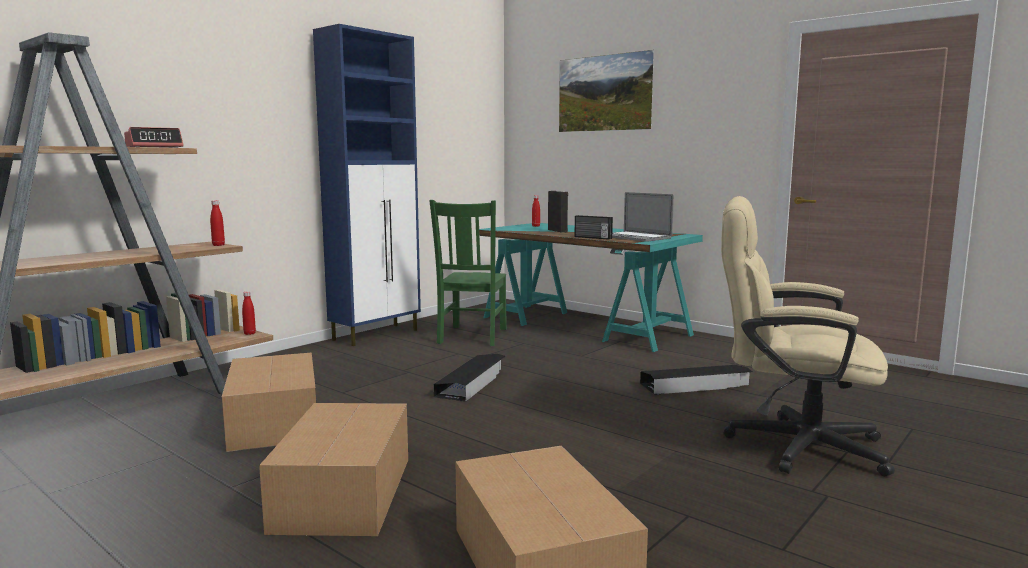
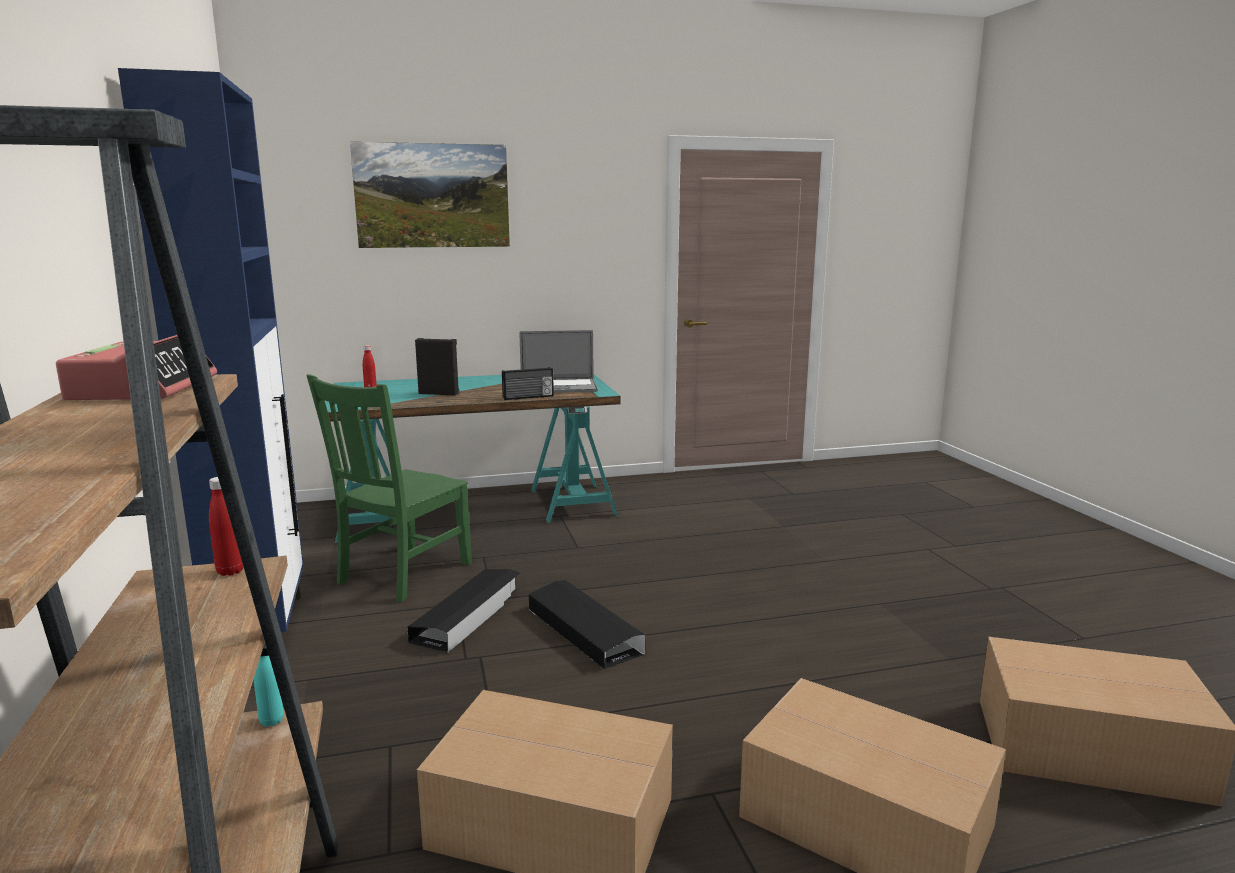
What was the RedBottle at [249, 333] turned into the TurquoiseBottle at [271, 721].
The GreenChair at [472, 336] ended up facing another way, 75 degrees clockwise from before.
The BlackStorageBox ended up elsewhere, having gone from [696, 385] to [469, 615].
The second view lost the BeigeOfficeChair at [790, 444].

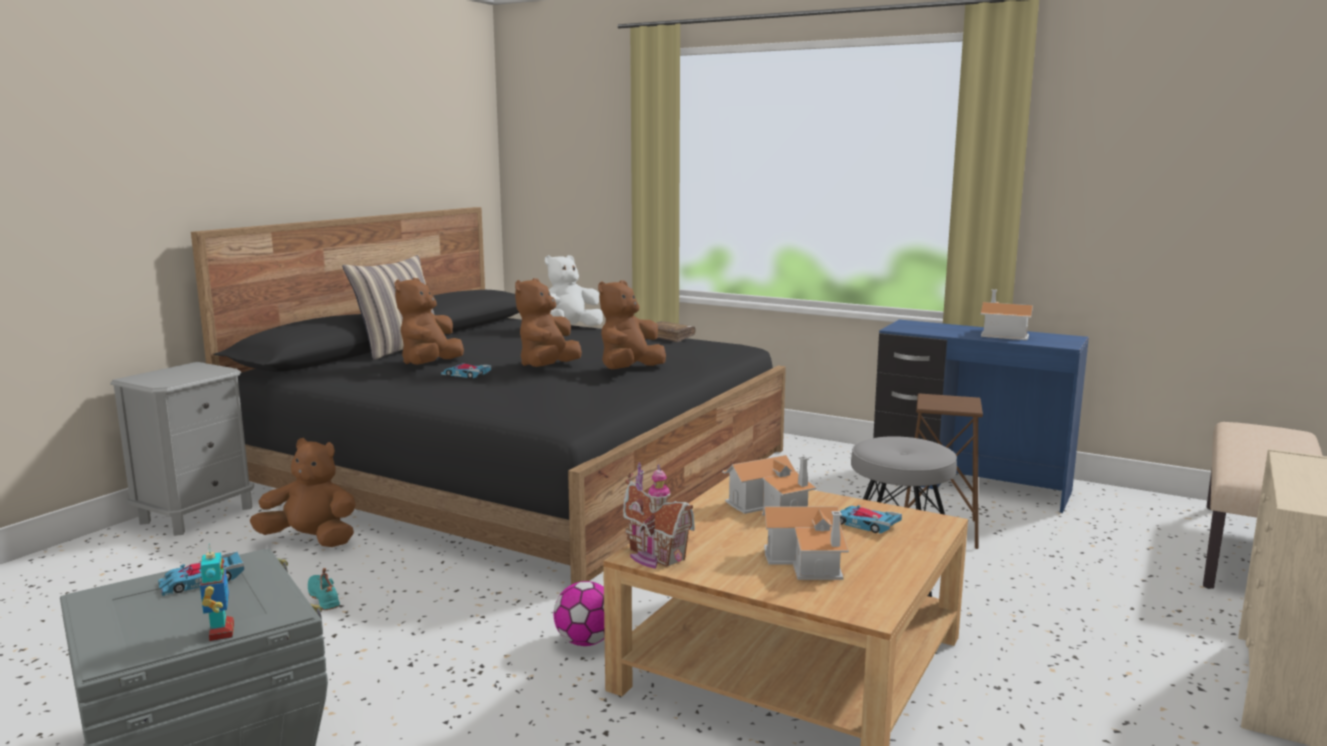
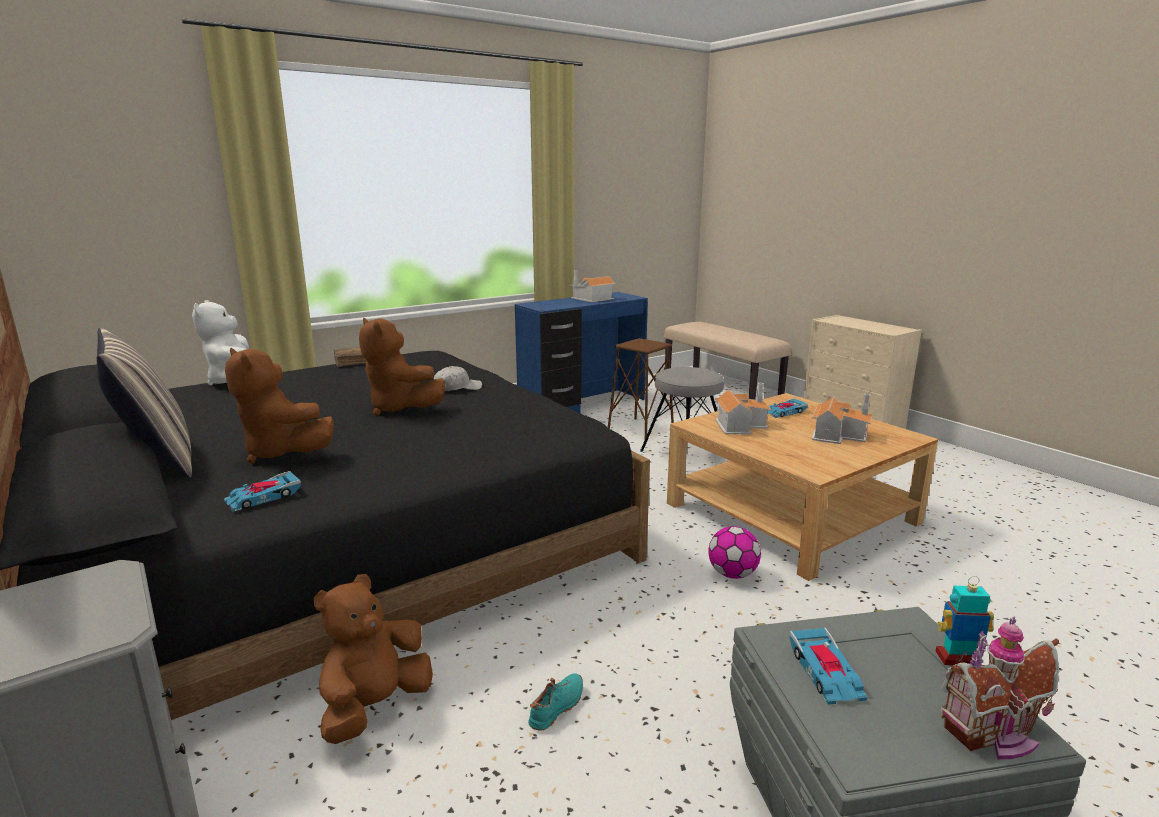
The ToyCar ended up elsewhere, having gone from [466, 375] to [263, 497].
Where the BrownPlushToy stood at [629, 370], the WhiteCap came to stand at [457, 388].
The TurquoiseShoe at [325, 598] ended up facing another way, 135 degrees clockwise from before.
The ToyHouse ended up elsewhere, having gone from [654, 557] to [995, 735].

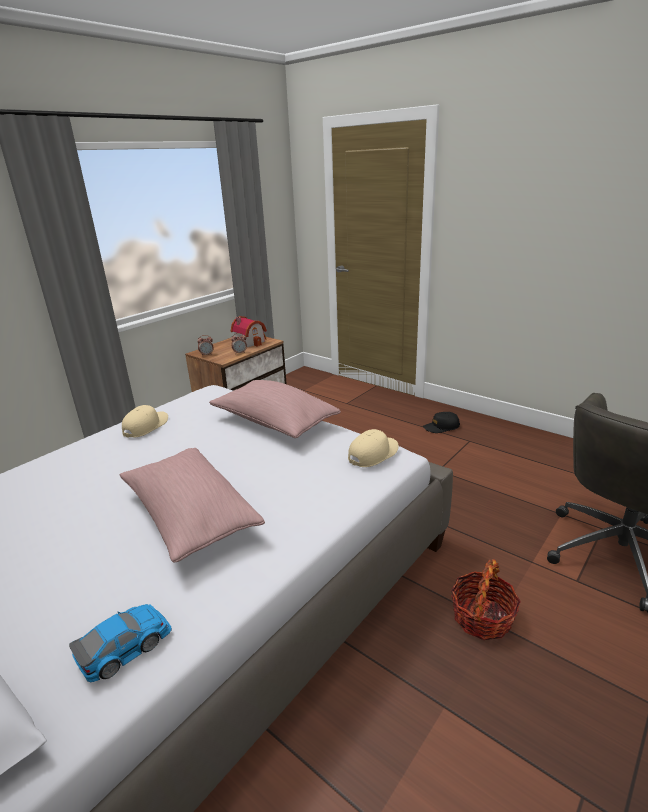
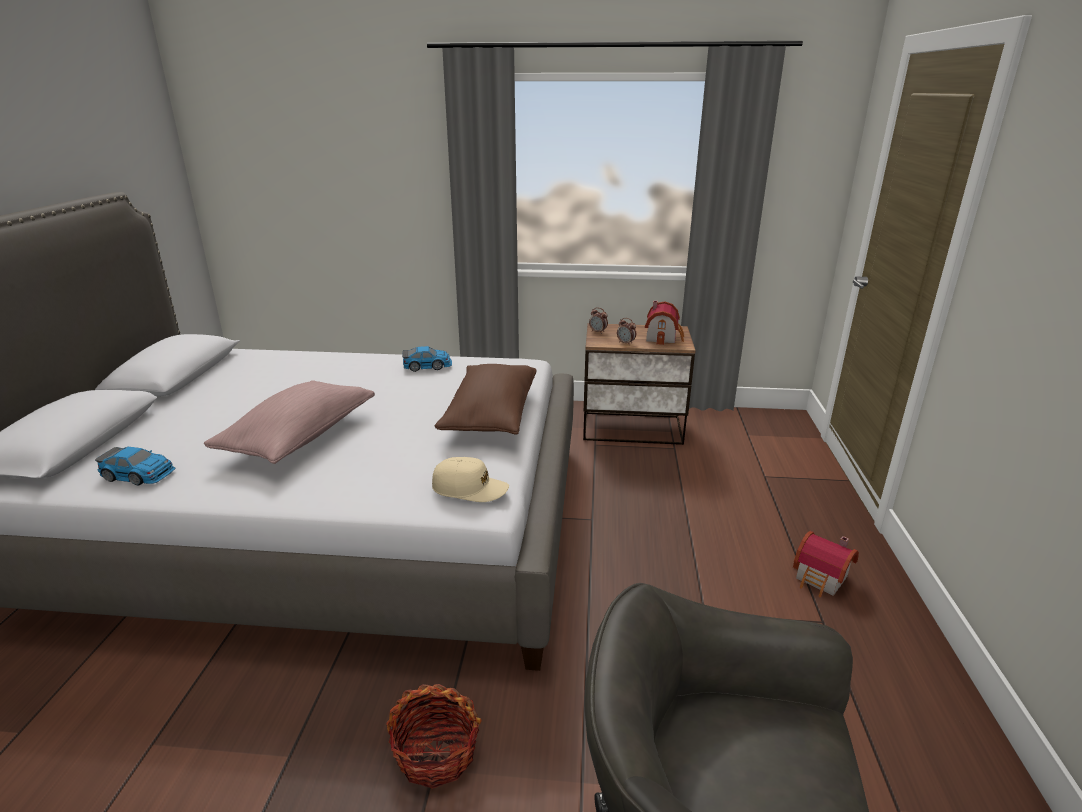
Where the BeigeCap stood at [146, 426], the ToyCar came to stand at [428, 366].
What was the PinkPillow at [274, 423] turned into the BrownPillow at [491, 415].
Where the BlackCap stood at [441, 427], the ToyHouse came to stand at [821, 579].

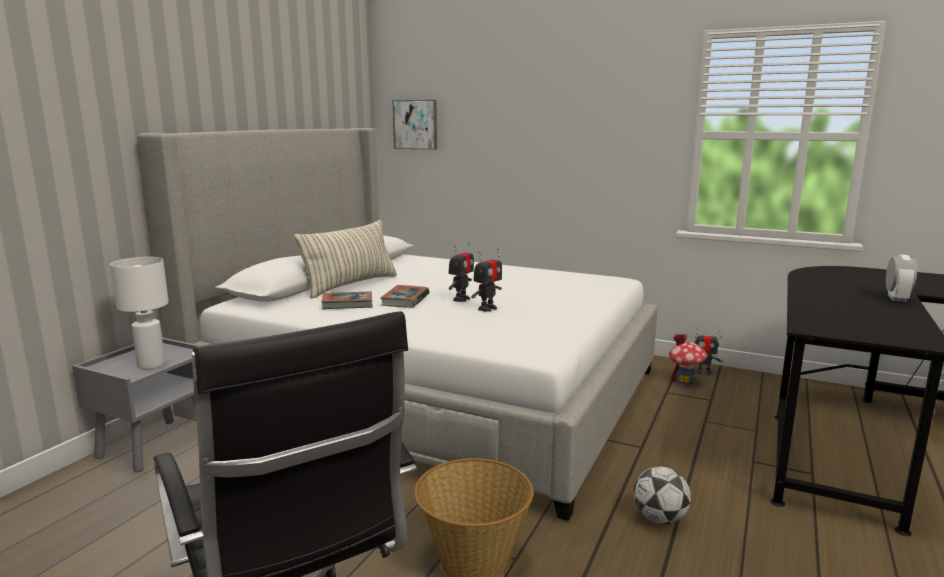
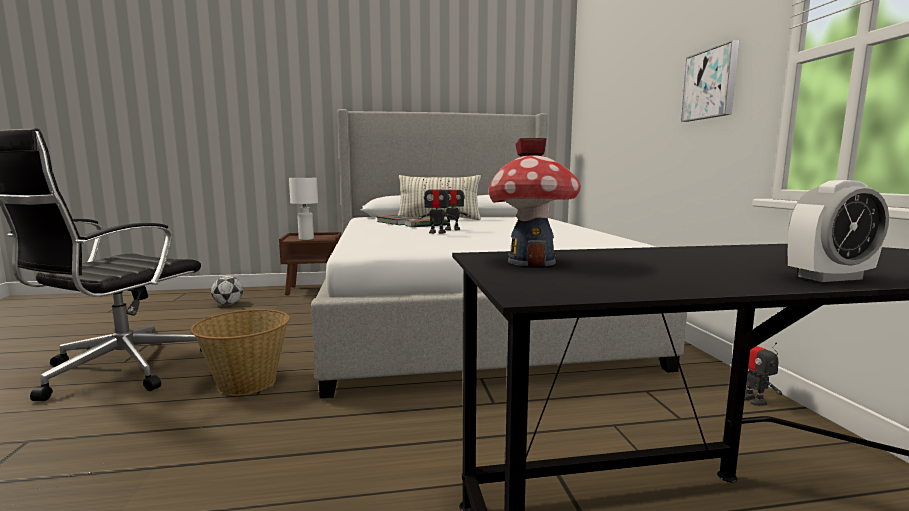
The Football ended up elsewhere, having gone from [659, 518] to [228, 304].
What was the GreyNightstand at [156, 444] turned into the BrownNightstand at [315, 290].
The ToyHouse ended up elsewhere, having gone from [685, 382] to [531, 261].
The Picture ended up elsewhere, having gone from [416, 124] to [711, 84].

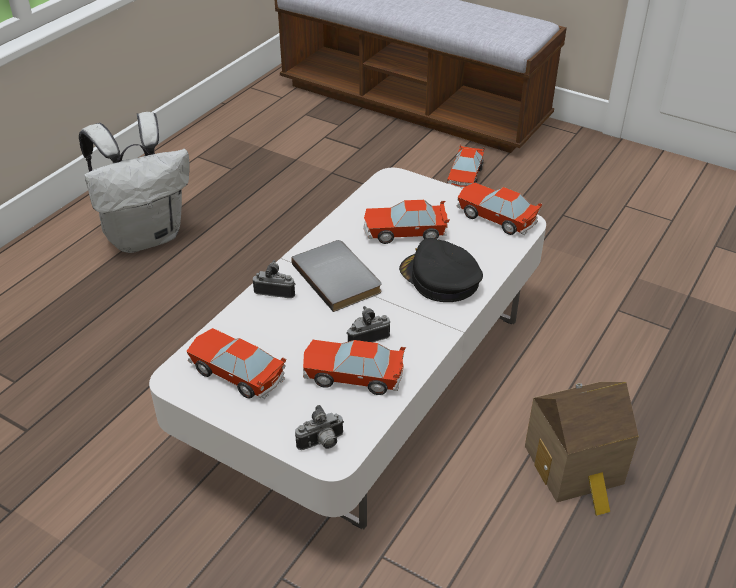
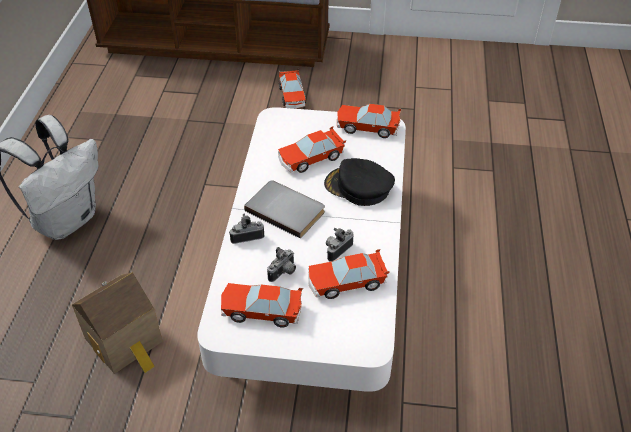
The ToyHouse ended up elsewhere, having gone from [576, 468] to [126, 342].
The PhotoCamera ended up elsewhere, having gone from [322, 443] to [283, 273].

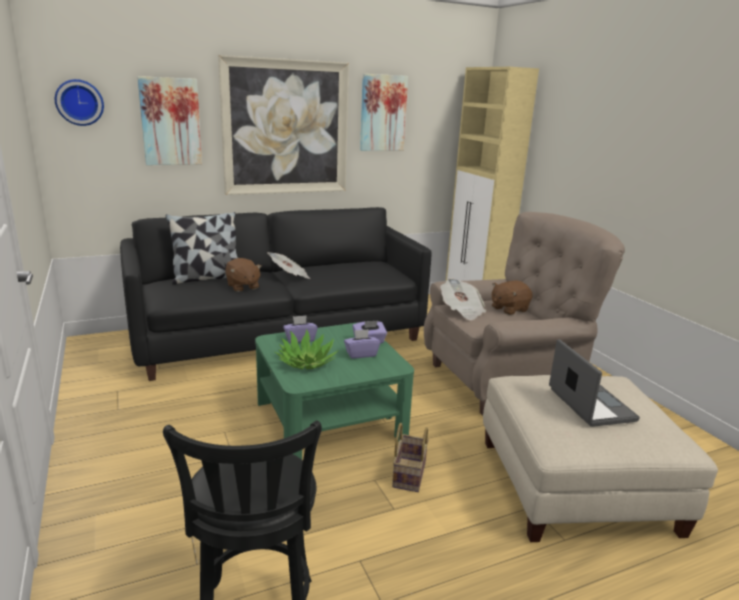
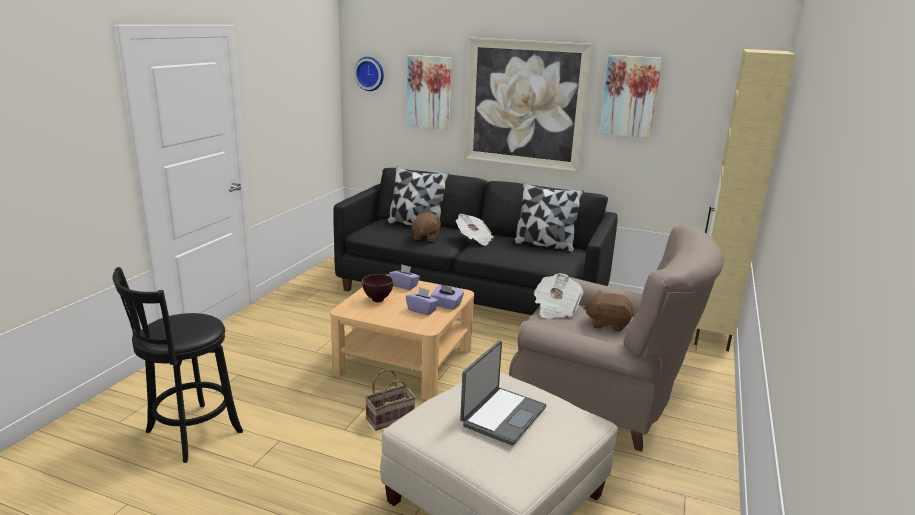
What was the GreenCoffeeTable at [330, 418] turned into the BeigeCoffeeTable at [405, 360].
Where the PottedPlant stood at [306, 362], the BrownBowl came to stand at [377, 300].
The second view gained the Pillow at [544, 245].

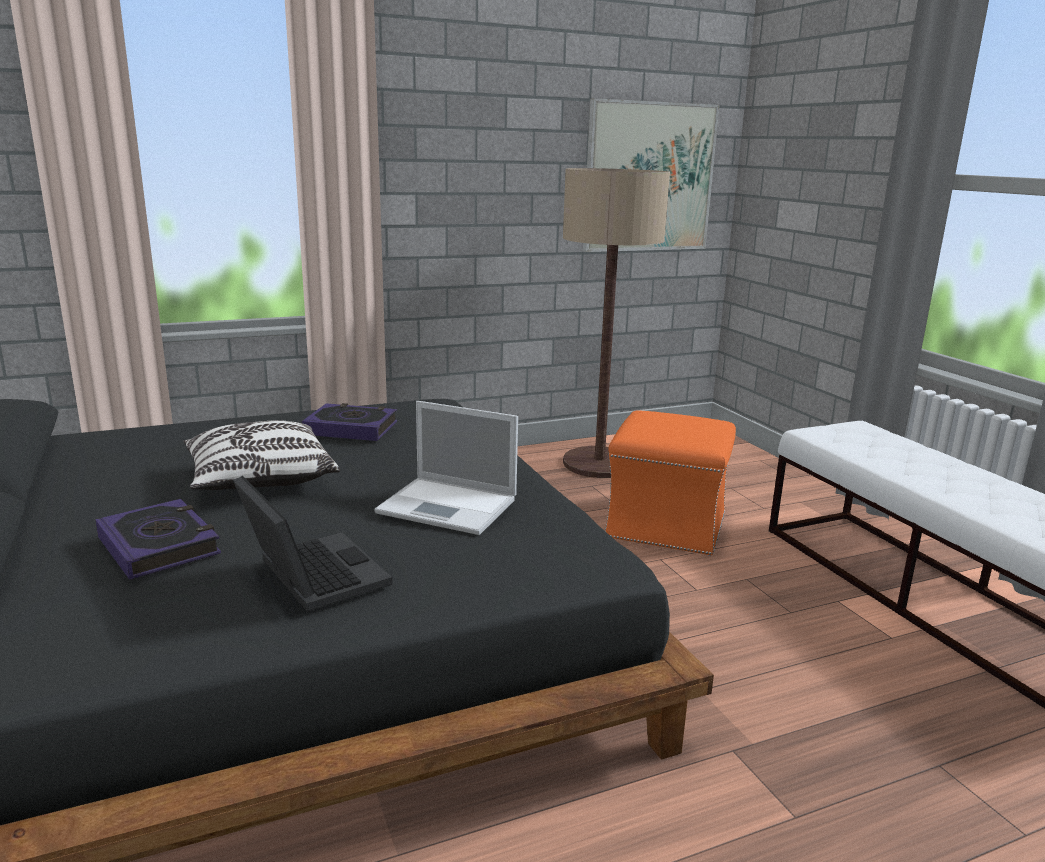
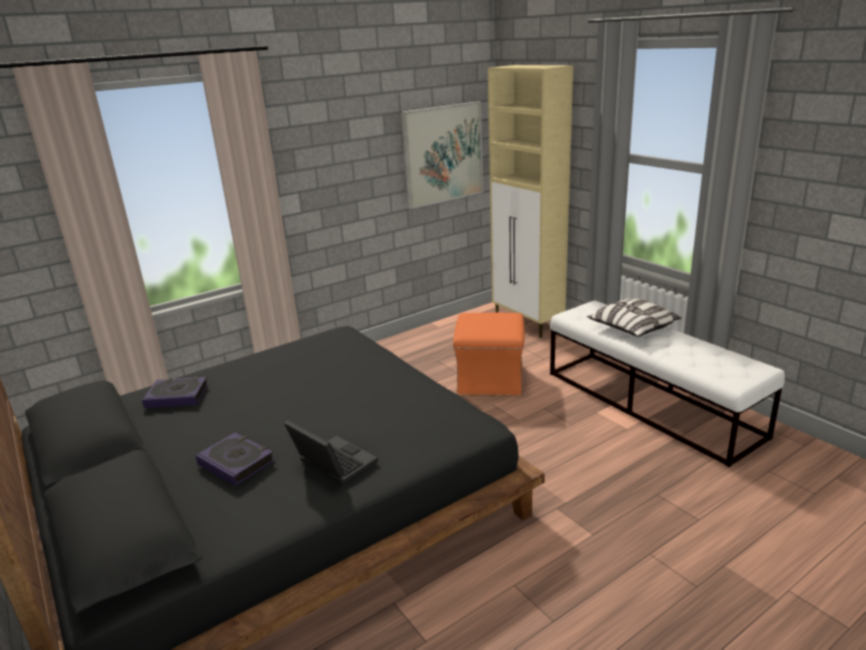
The Book ended up elsewhere, having gone from [351, 428] to [177, 396].
The second view gained the BeigeCabinet at [528, 323].
The Pillow ended up elsewhere, having gone from [260, 479] to [632, 329].
The second view lost the Laptop at [450, 506].
The second view lost the FloorLamp at [599, 464].

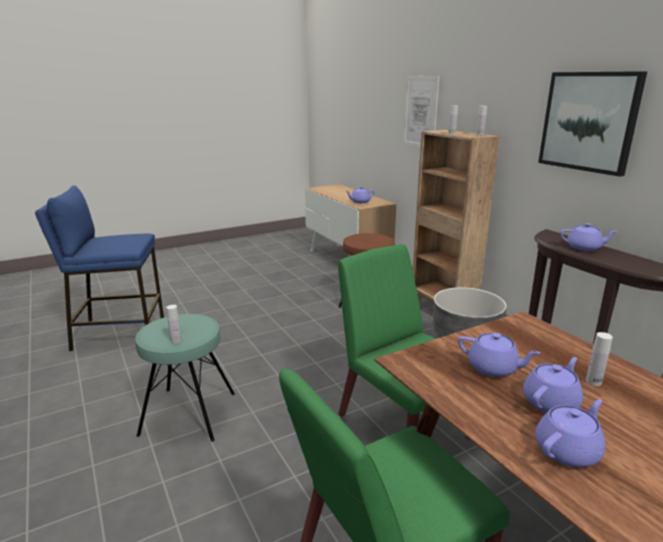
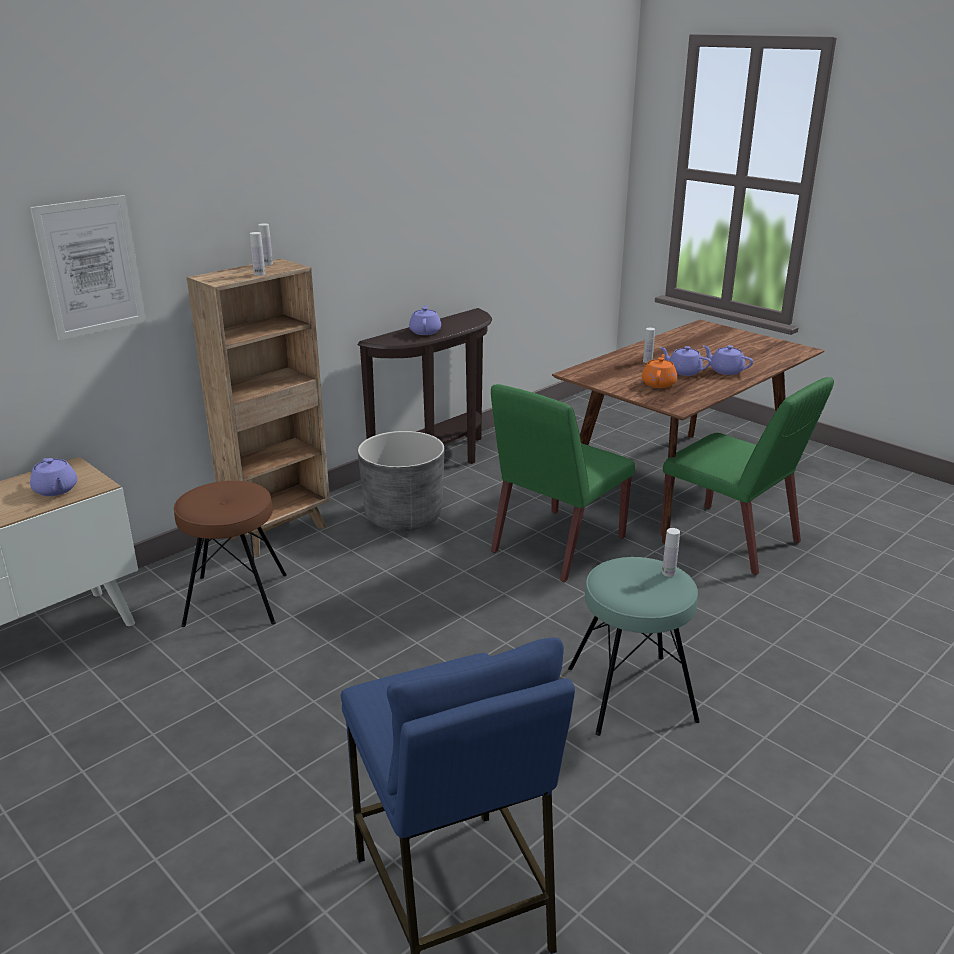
What was the PurpleTeapot at [493, 368] turned into the OrangeTeapot at [658, 383].
The second view lost the Picture at [589, 122].

